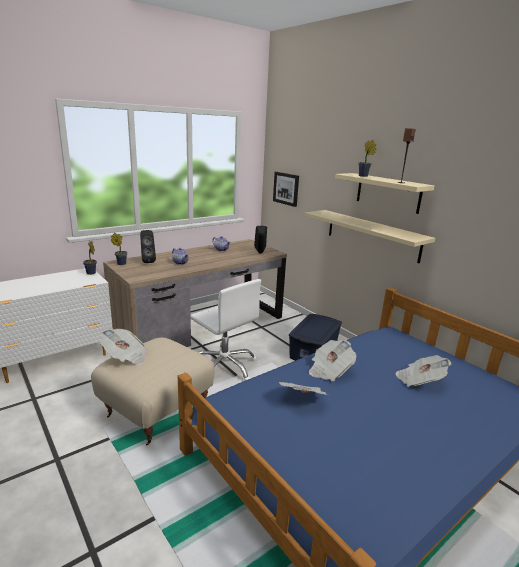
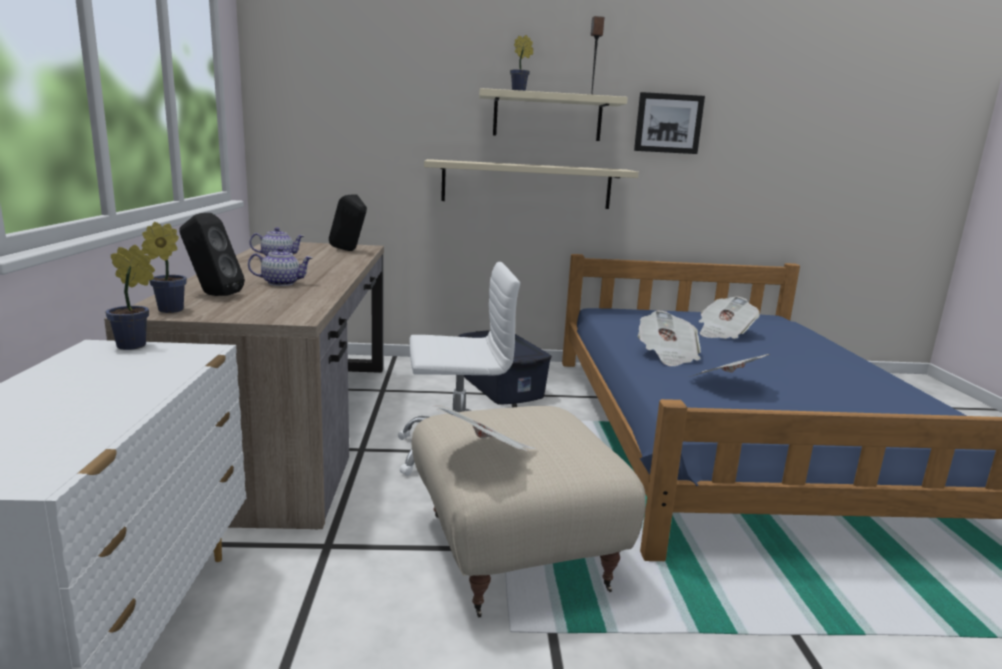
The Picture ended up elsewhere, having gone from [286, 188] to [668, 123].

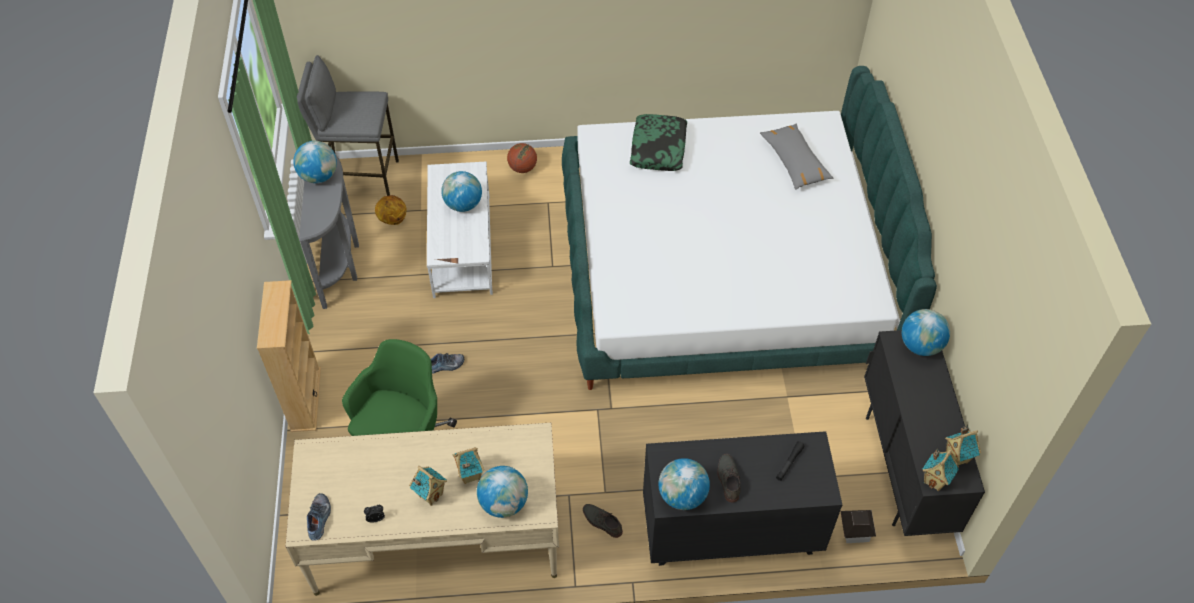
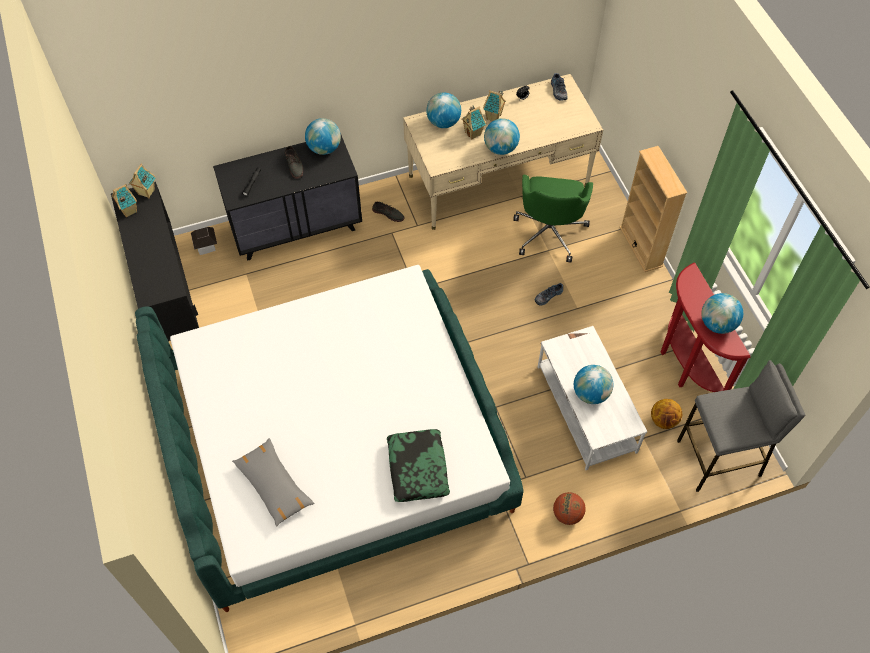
The Globe ended up elsewhere, having gone from [920, 345] to [500, 148].
What was the GreyConsoleTable at [341, 262] turned into the RedConsoleTable at [684, 366].

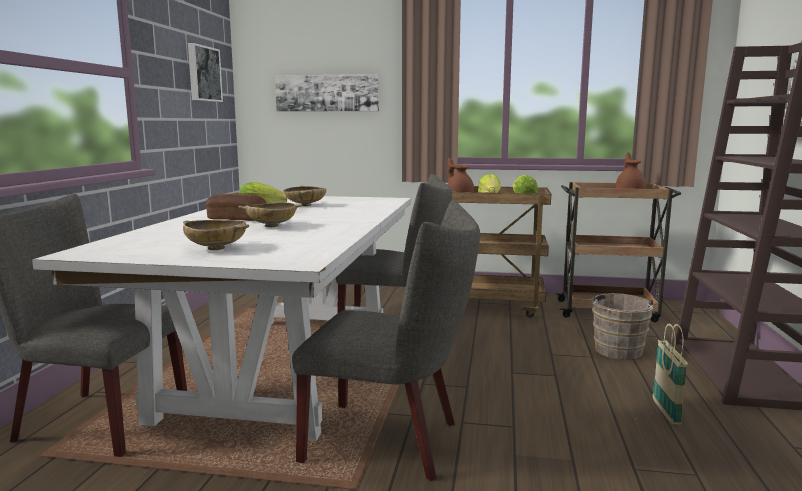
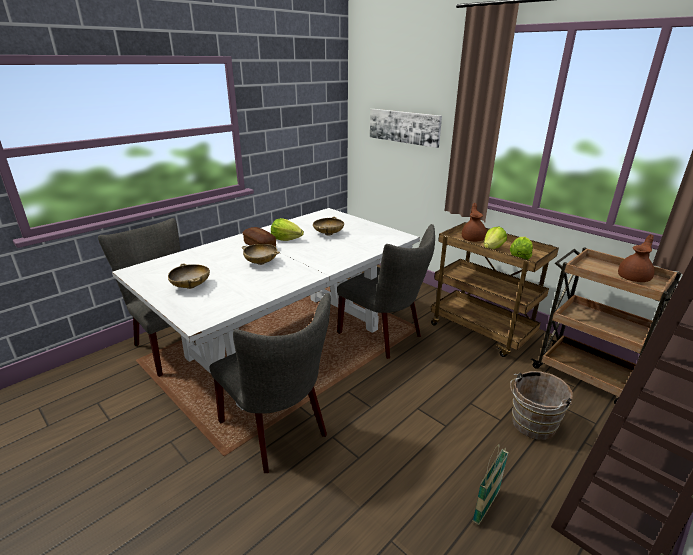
The second view lost the Picture at [203, 74].

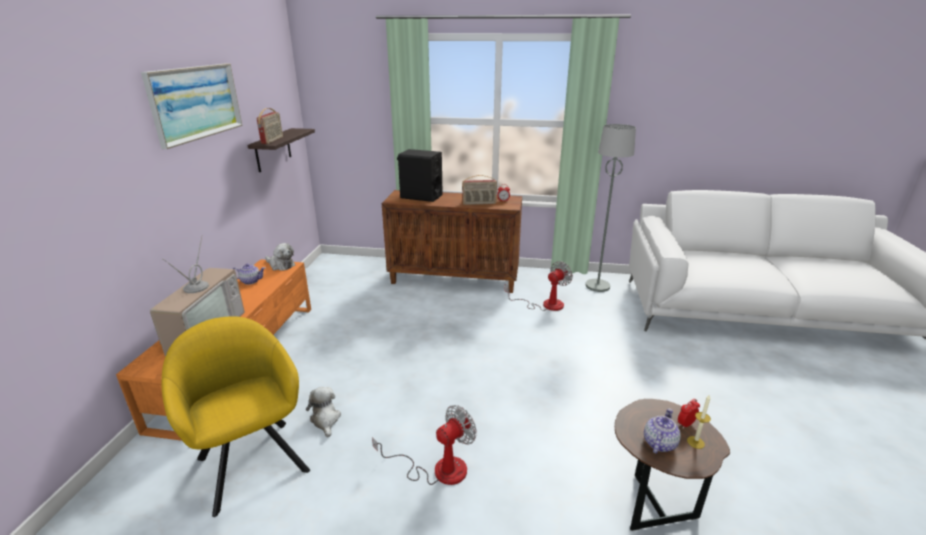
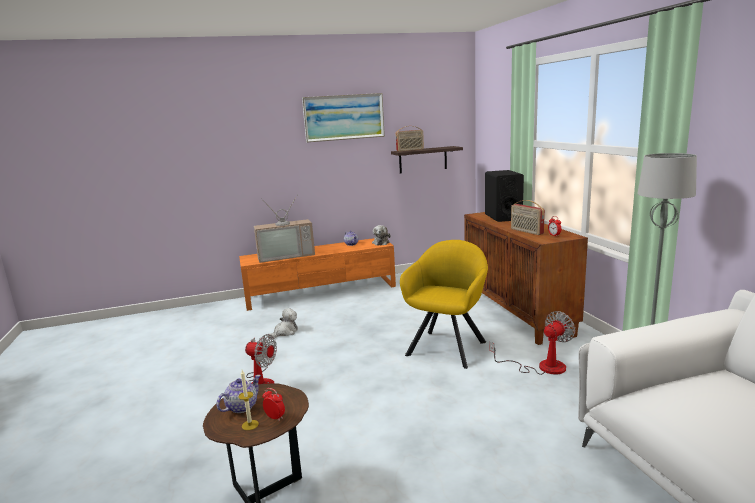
The Teapot at [659, 443] ended up facing another way, 60 degrees counterclockwise from before.
The YellowArmchair ended up elsewhere, having gone from [251, 459] to [448, 346].
The Fan at [545, 304] ended up facing another way, 60 degrees counterclockwise from before.

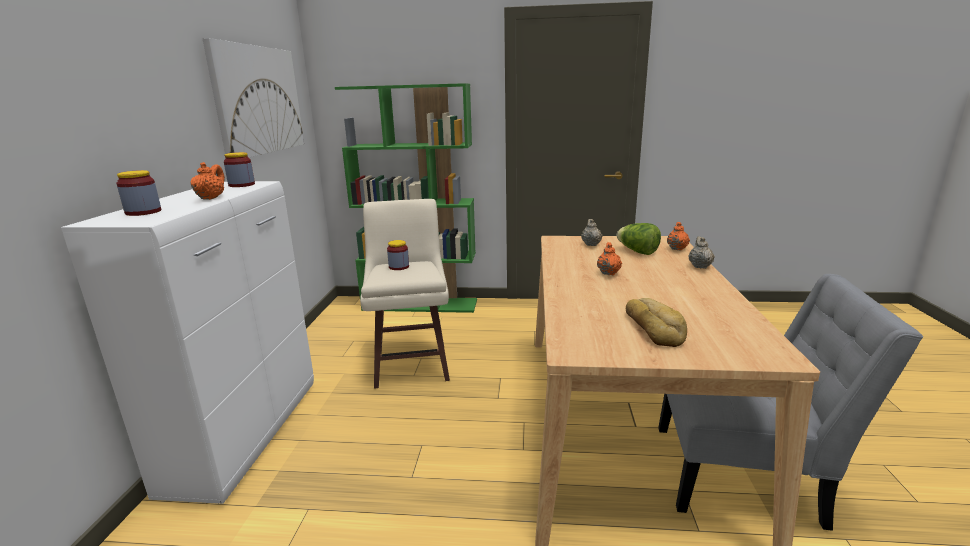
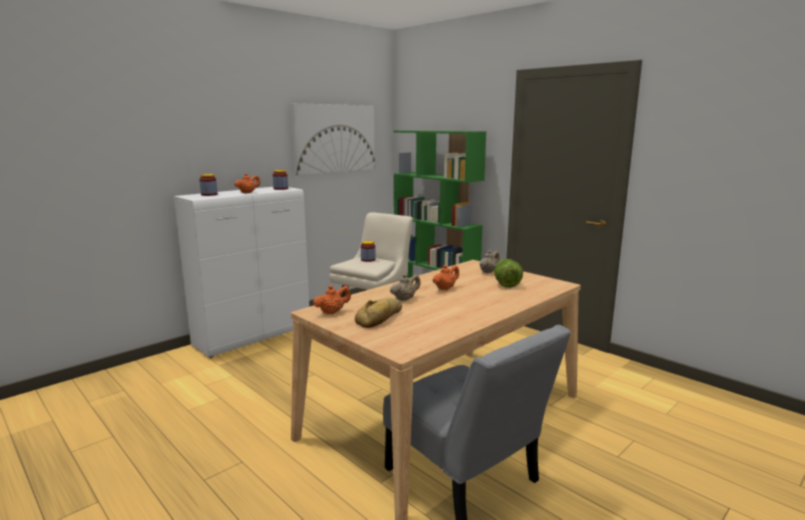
The OrangeTeapot ended up elsewhere, having gone from [677, 248] to [332, 312].
The BeigeTeapot ended up elsewhere, having gone from [699, 266] to [405, 299].

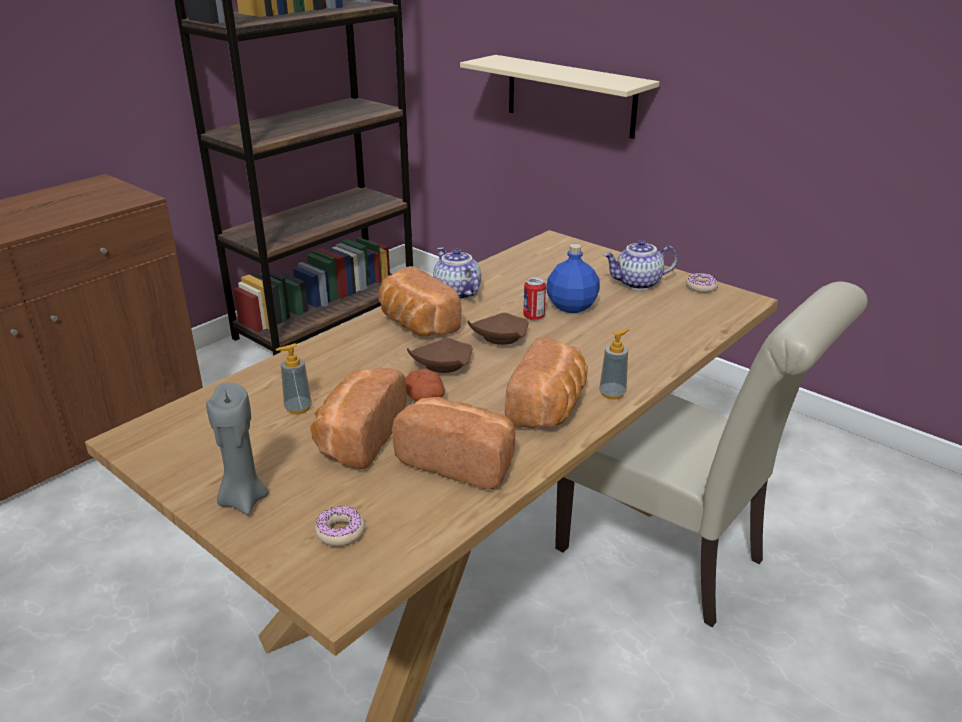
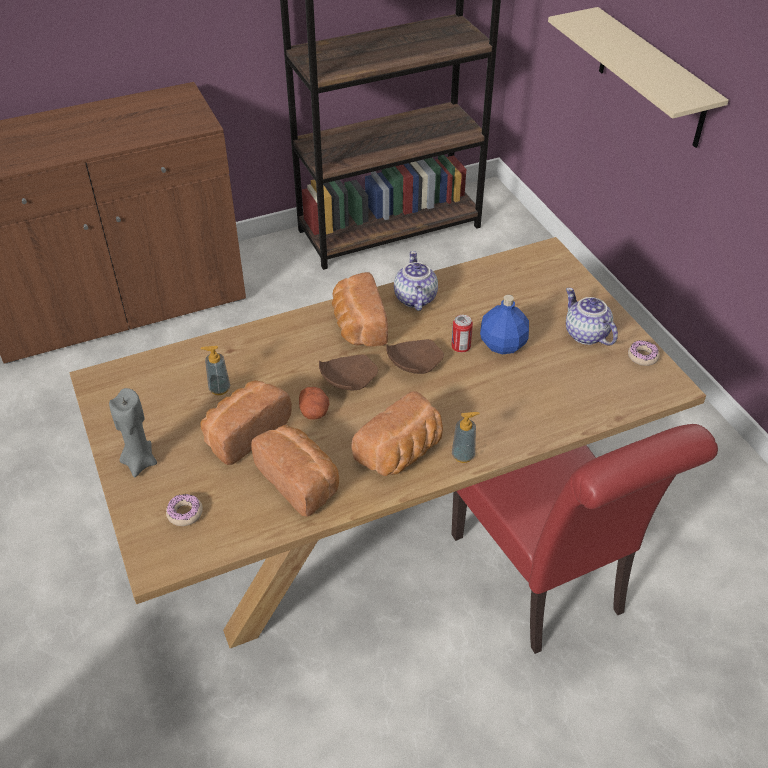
What was the BeigeChair at [672, 558] turned into the RedChair at [543, 581].
The Teapot at [638, 284] ended up facing another way, 45 degrees clockwise from before.

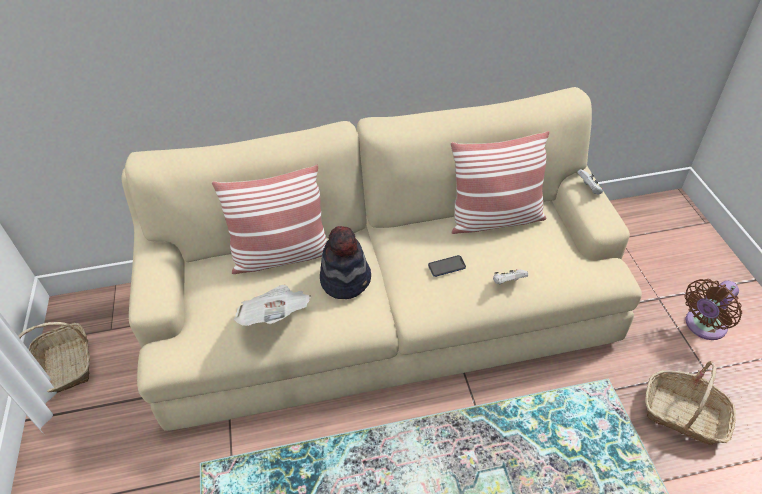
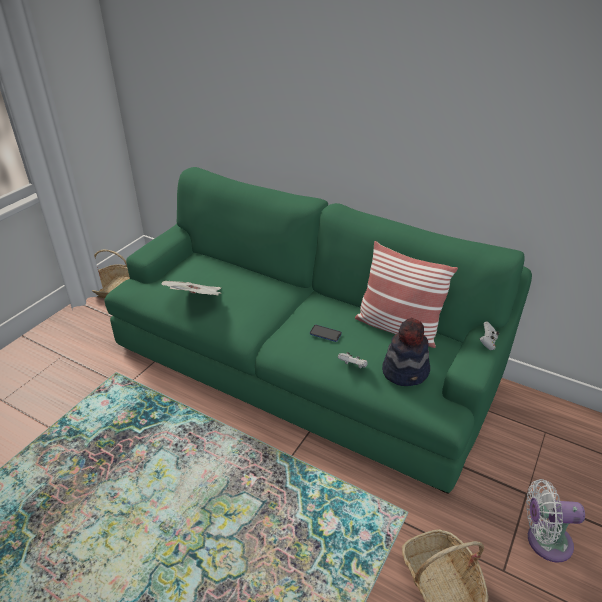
What was the BeigeSofa at [384, 312] turned into the GreenSofa at [301, 365].
The Hat ended up elsewhere, having gone from [346, 279] to [406, 371].
What was the BrownFan at [703, 326] turned into the WhiteFan at [544, 541].
The second view lost the Pillow at [281, 256].

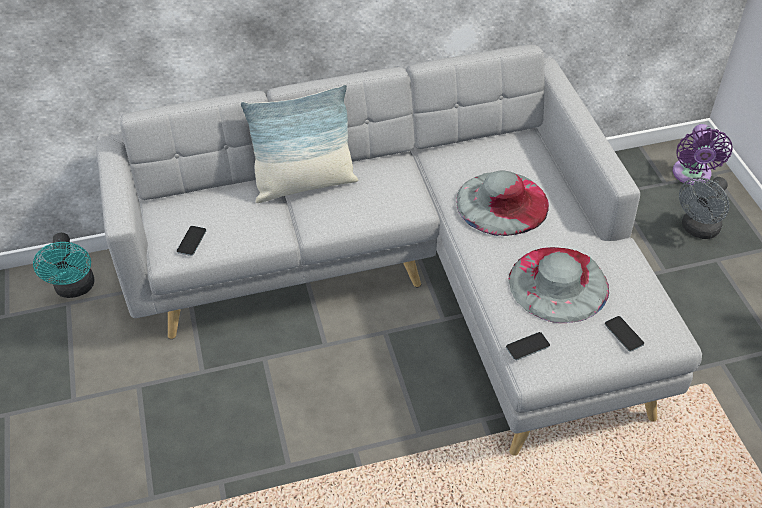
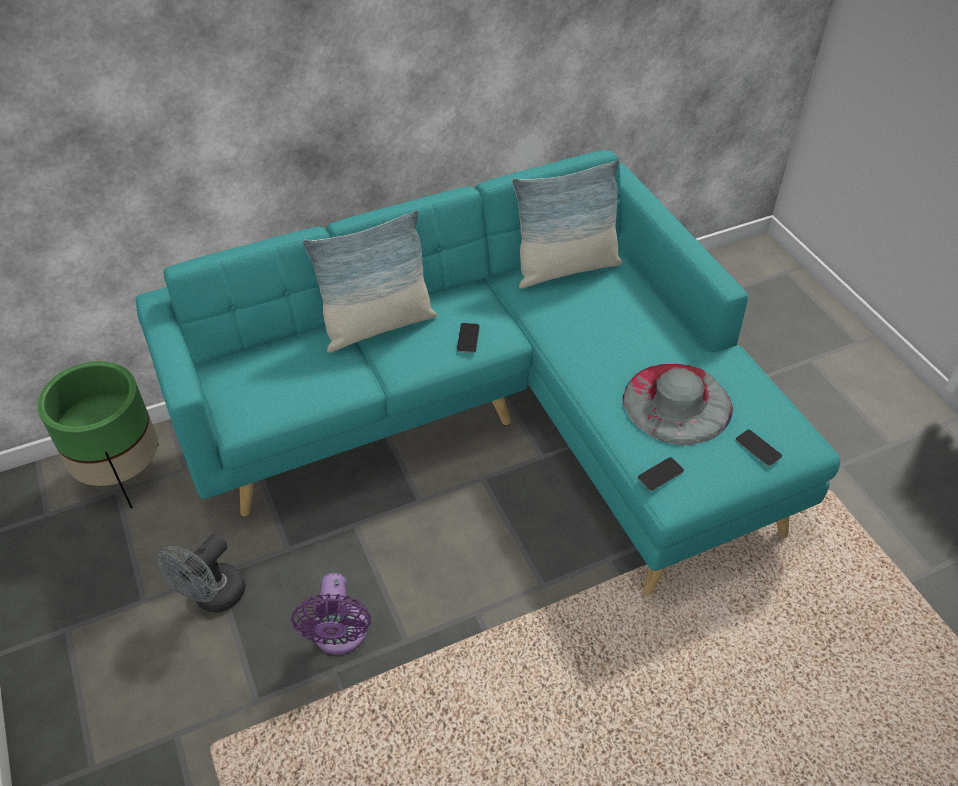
Where the TurquoiseFan stood at [75, 289], the GreenPlanter came to stand at [123, 474].
What was the GreySofa at [417, 287] turned into the TurquoiseSofa at [507, 425].
The GreyFan ended up elsewhere, having gone from [697, 230] to [213, 597].
The PurpleFan ended up elsewhere, having gone from [692, 175] to [339, 635].
The Phone ended up elsewhere, having gone from [191, 241] to [468, 338].
The second view gained the Pillow at [566, 268].
The second view lost the GreyHat at [502, 203].

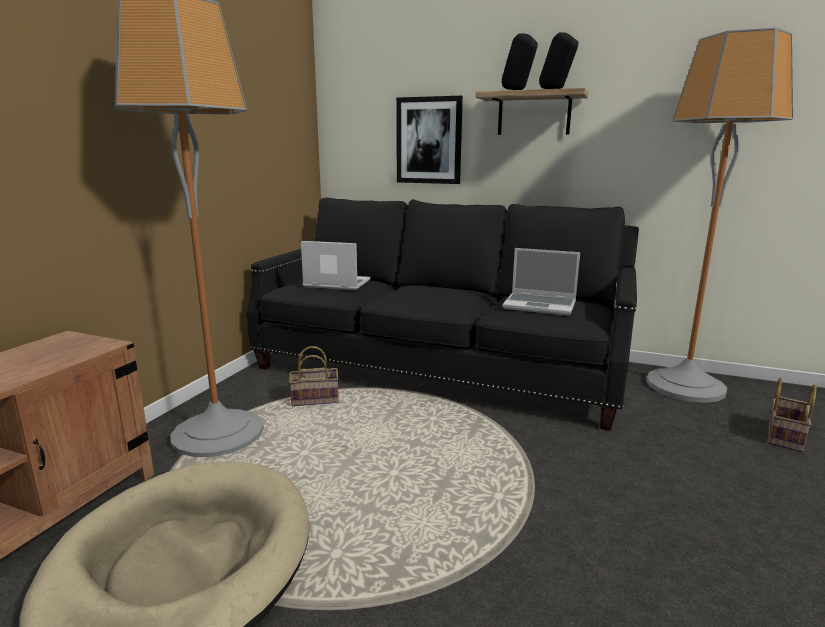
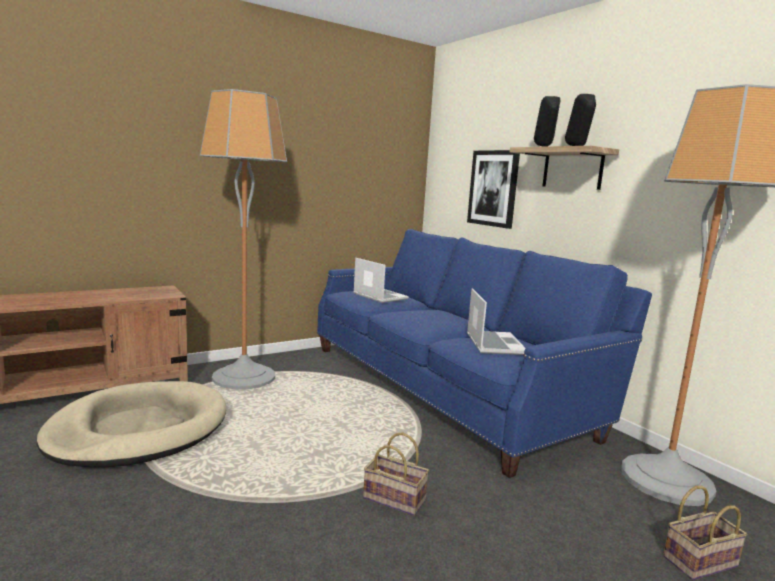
What was the BlackSofa at [440, 367] turned into the BlueSofa at [446, 387].
The Basket ended up elsewhere, having gone from [316, 399] to [396, 499].
The Laptop at [540, 305] ended up facing another way, 150 degrees counterclockwise from before.

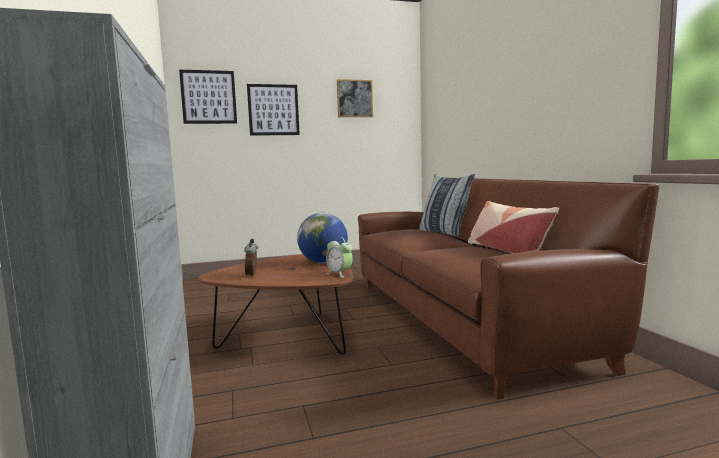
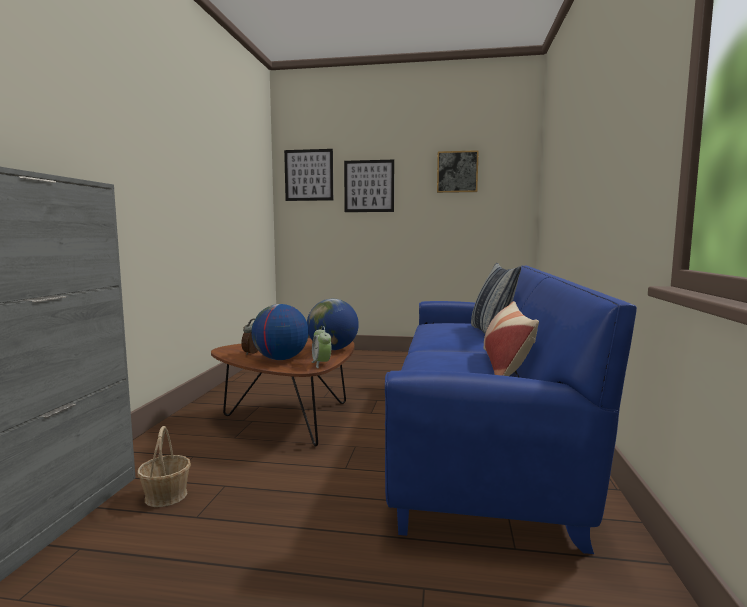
The second view gained the Basket at [166, 495].
The second view gained the Globe at [280, 359].
What was the BrownSofa at [460, 319] turned into the BlueSofa at [478, 436].

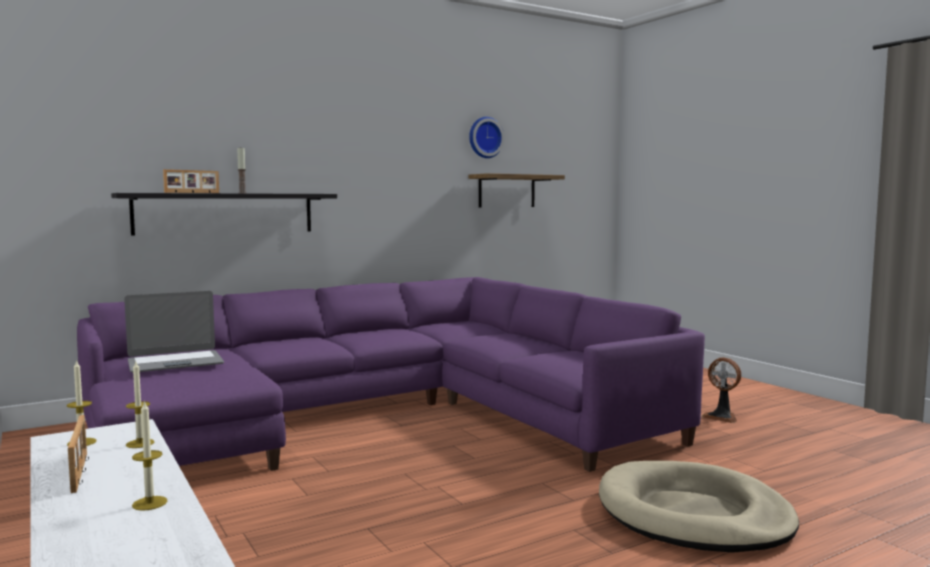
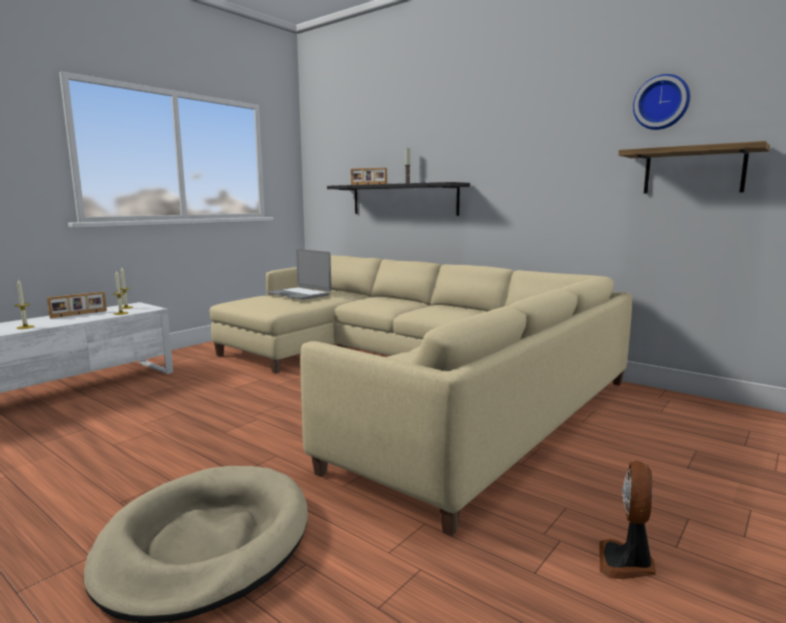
What was the PurpleSofa at [383, 415] turned into the BeigeSofa at [410, 377].

